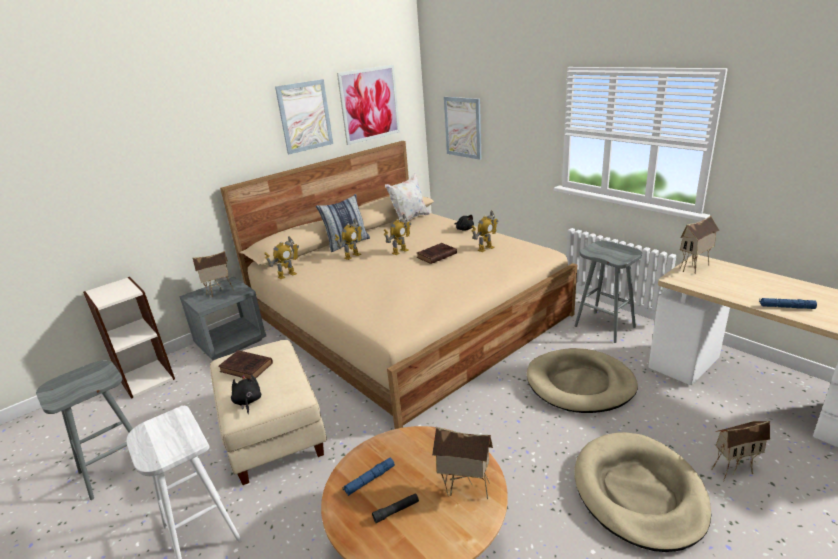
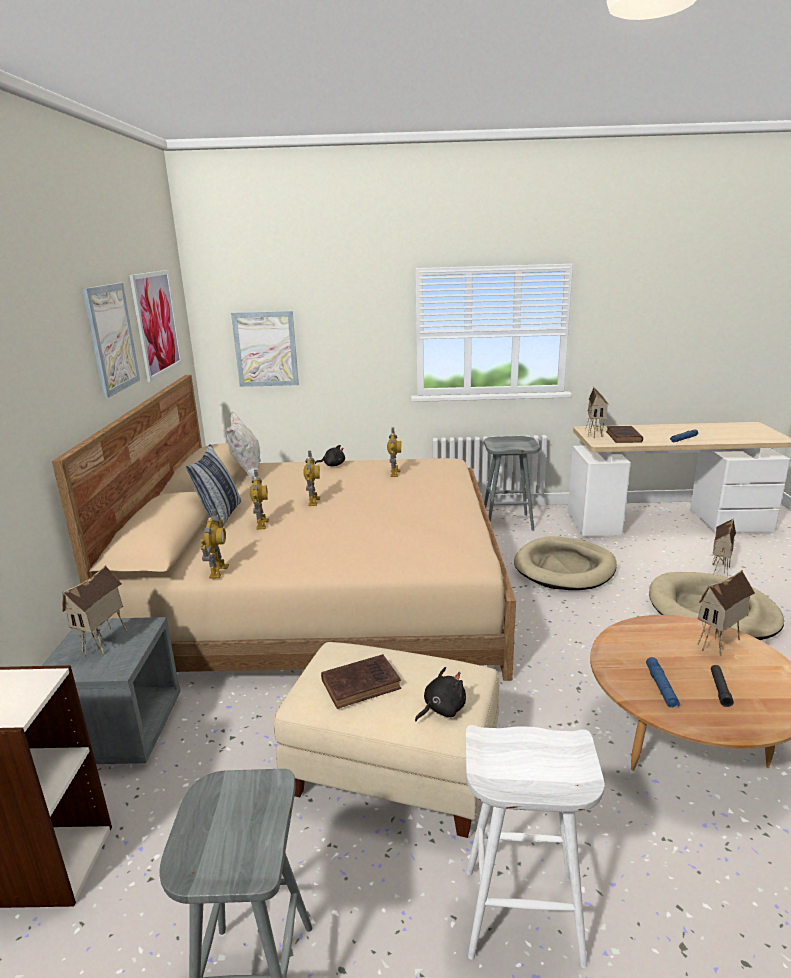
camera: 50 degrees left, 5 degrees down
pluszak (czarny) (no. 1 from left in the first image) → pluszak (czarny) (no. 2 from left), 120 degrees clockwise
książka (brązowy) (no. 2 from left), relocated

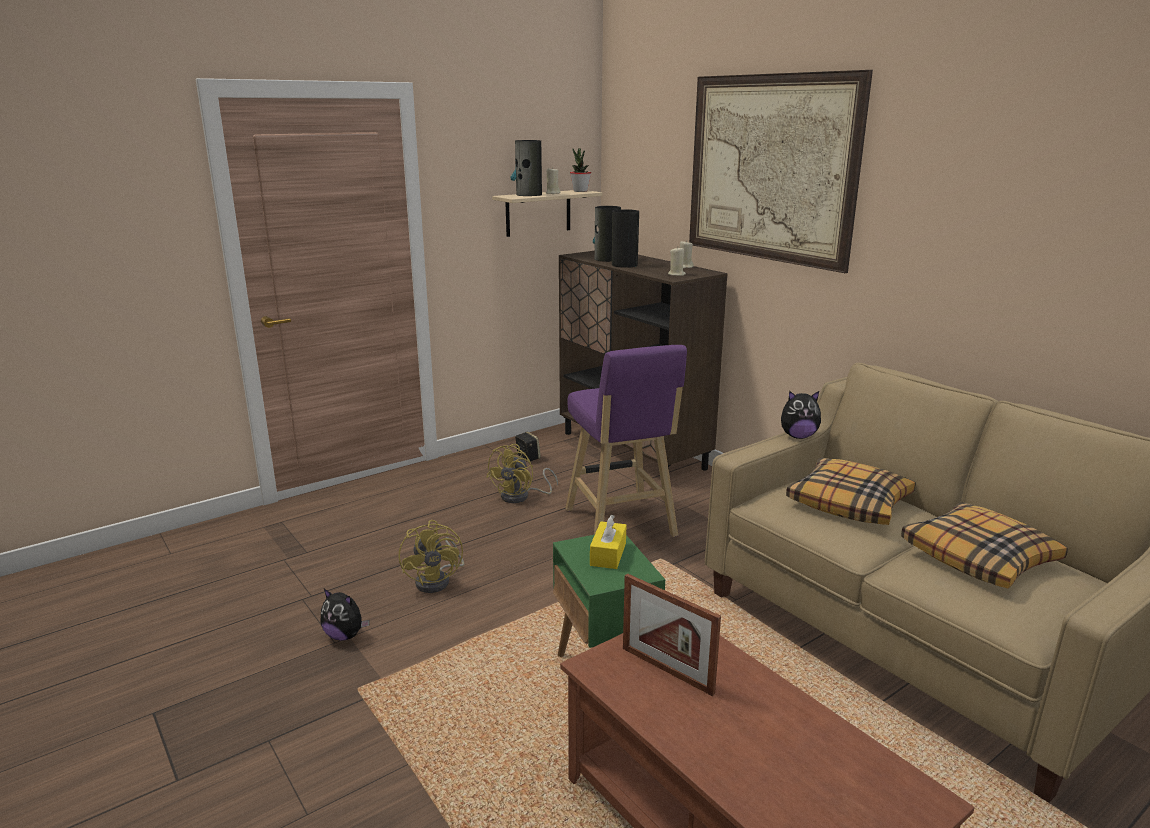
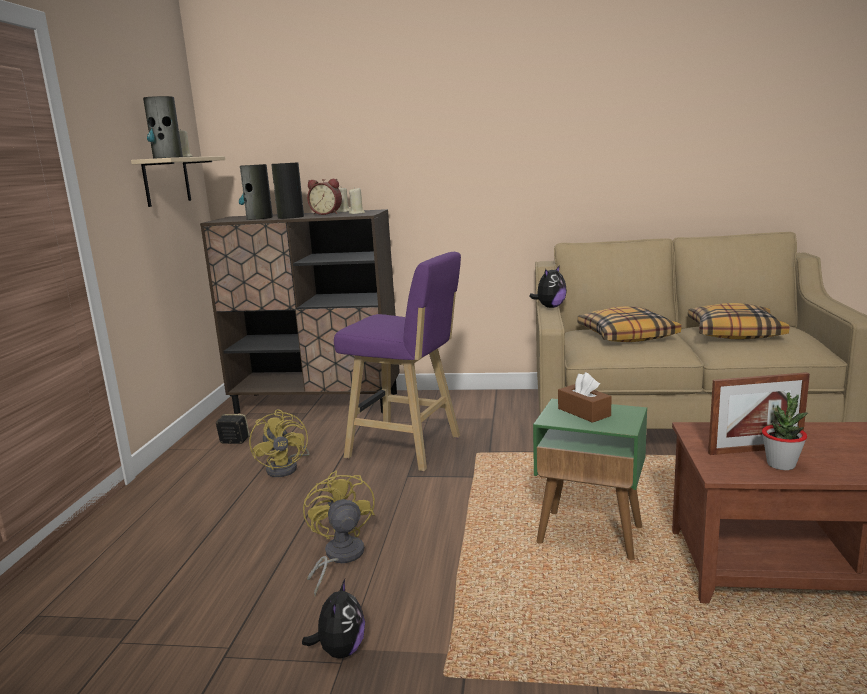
camera: 45 degrees left, 5 degrees down
pluszak (no. 1 from left), 60 degrees counterclockwise
wentylator (żółty) (no. 1 from left in the first image) → wentylator (żółty) (no. 2 from left), 135 degrees counterclockwise
- → budzik
pudełko chusteczek (żółty) → pudełko chusteczek (brązowy)
roślina doniczkowa, relocated
obraz → -

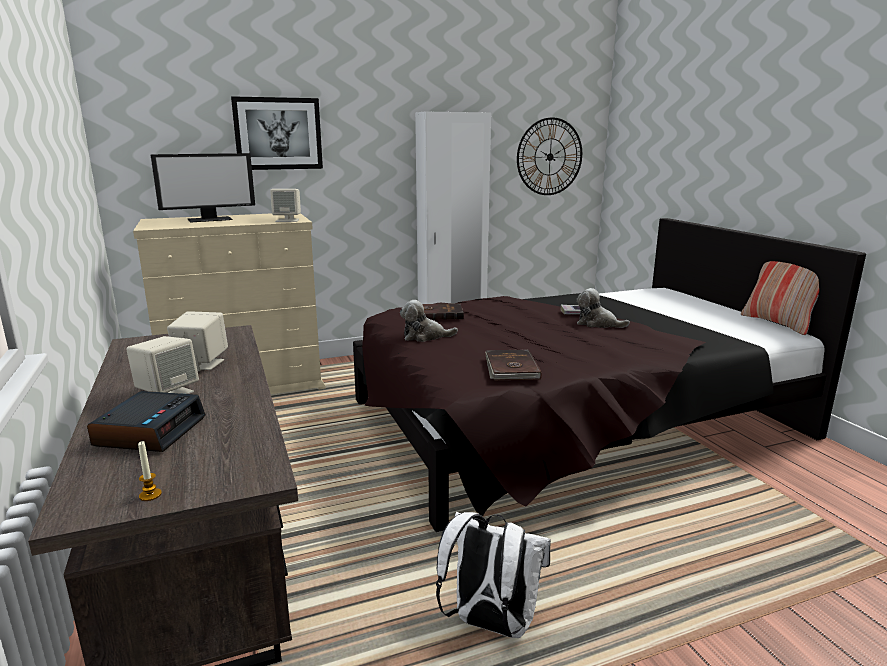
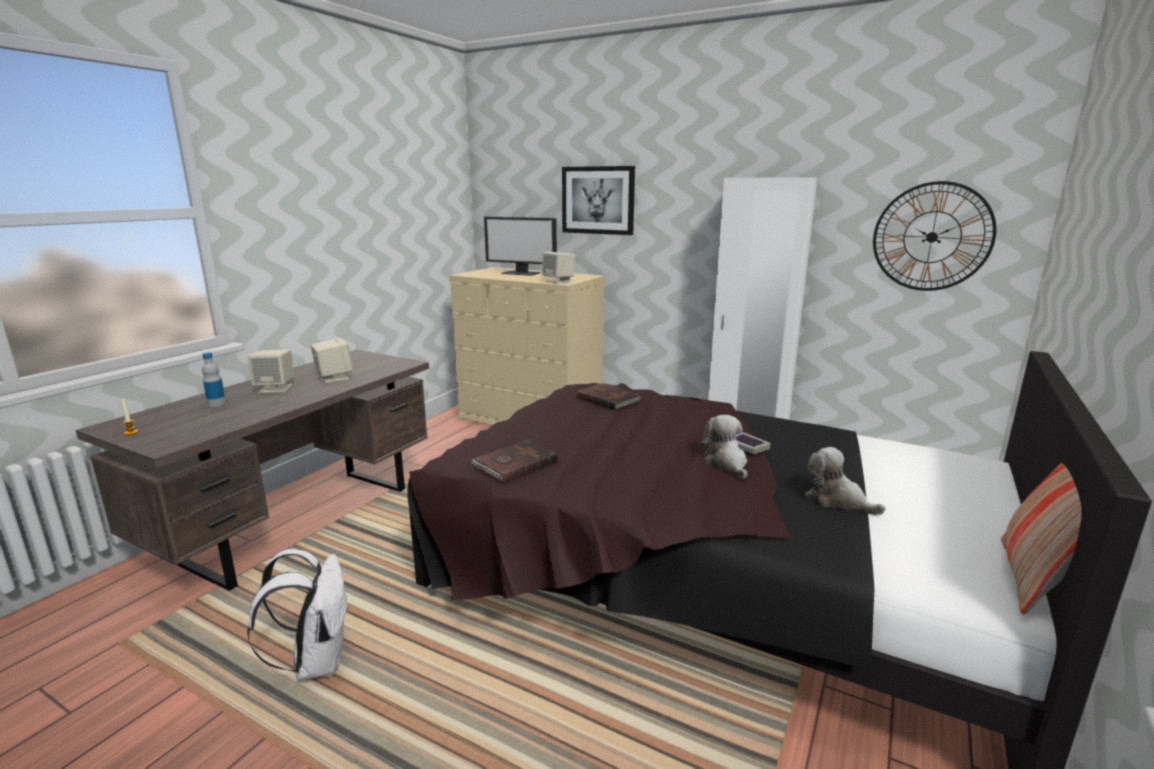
camera: 50 degrees right, 0 degrees up
budzik → butelka
pluszak (no. 1 from left in the first image) → pluszak (no. 2 from left), relocated

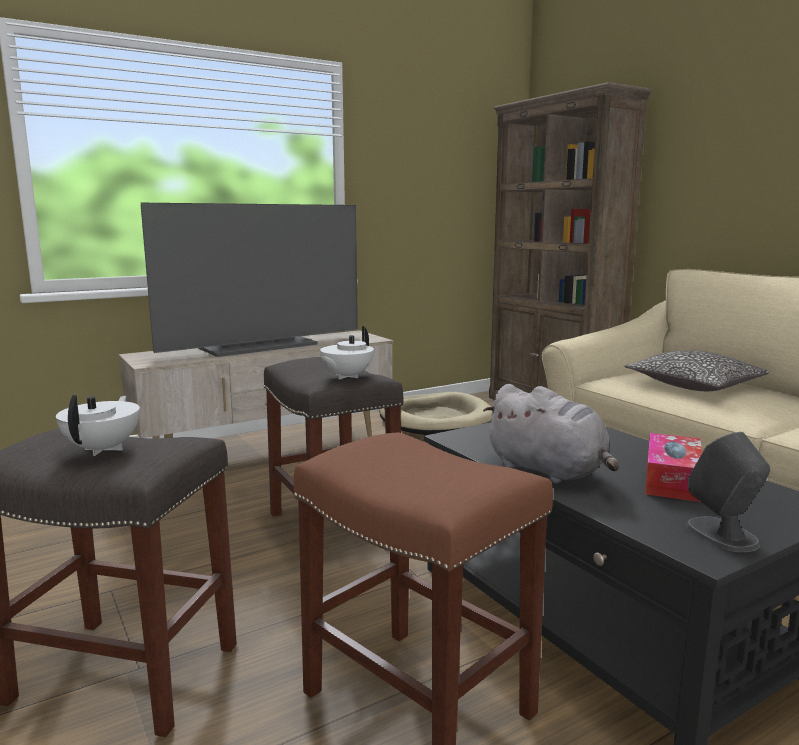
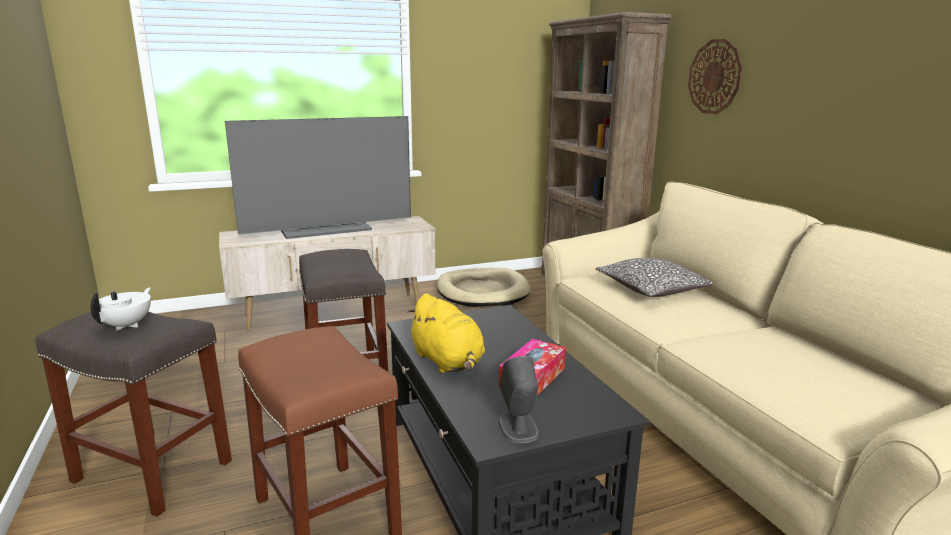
camera: 10 degrees right, 5 degrees up
pluszak (szary) → pluszak (żółty)
- → zegar ścienny
imbryk (biały) (no. 2 from left) → -

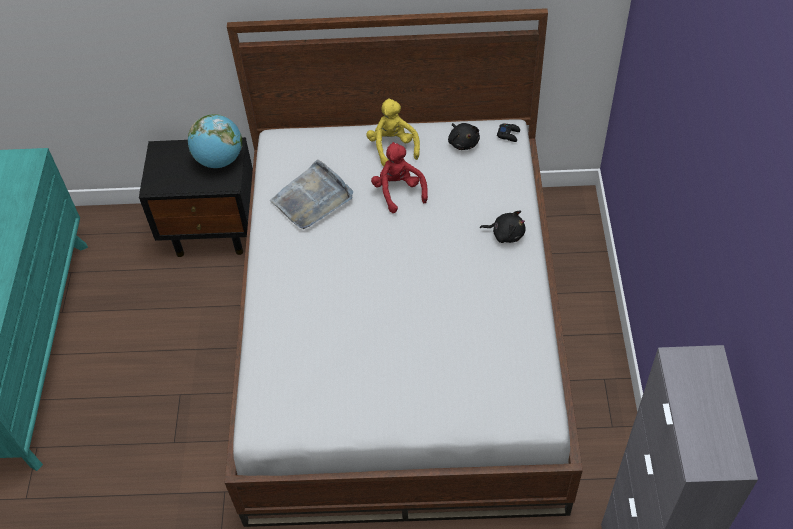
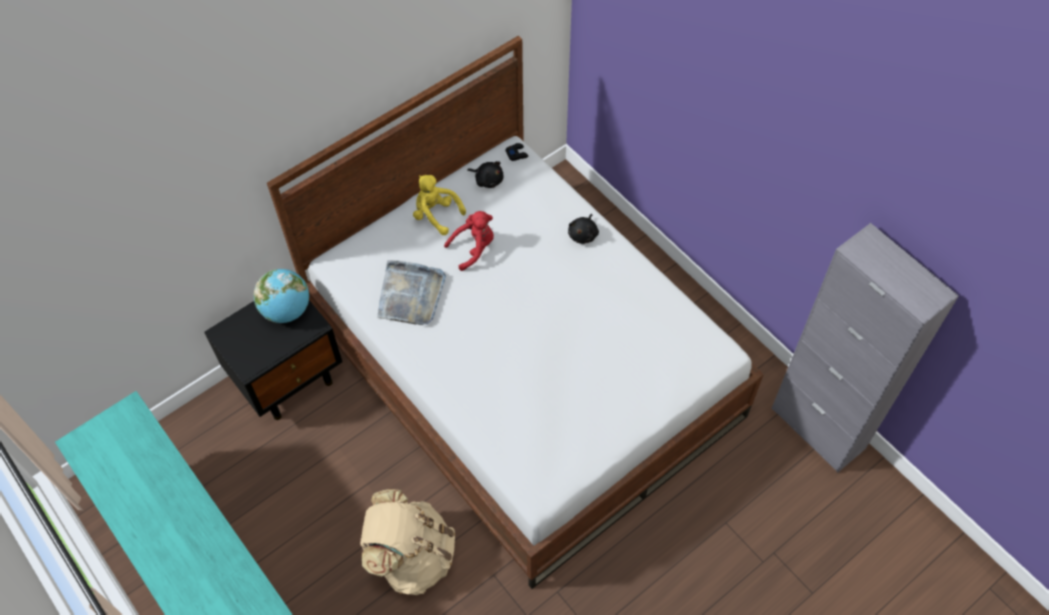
camera: 40 degrees left, 5 degrees up
- → plecak (beżowy)
pluszak (czerwony), 120 degrees clockwise
pluszak (czarny) (no. 2 from left), 135 degrees clockwise

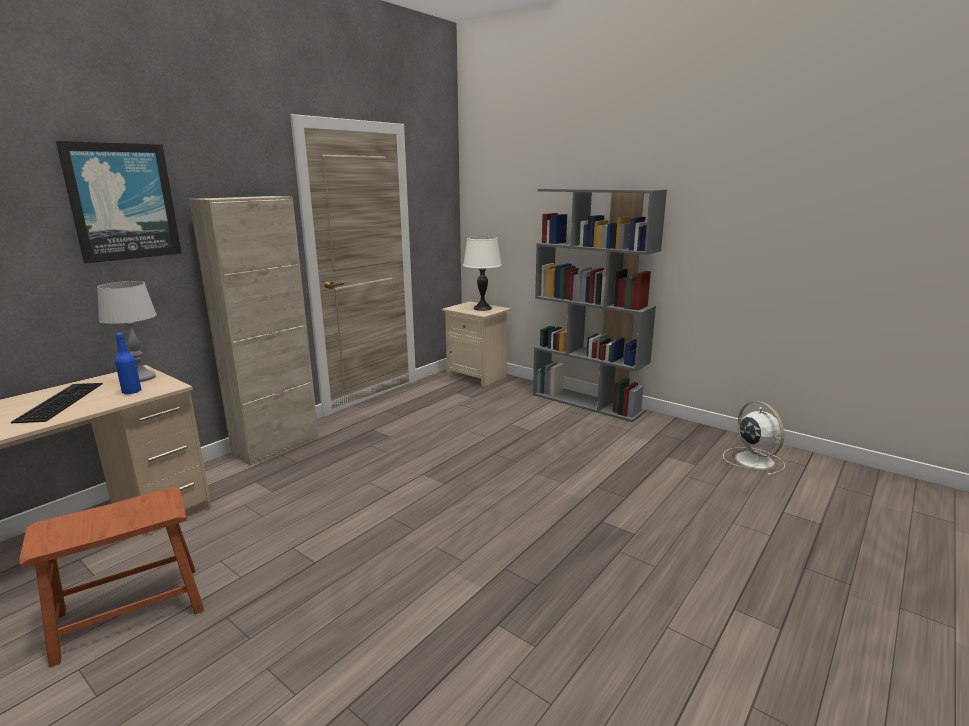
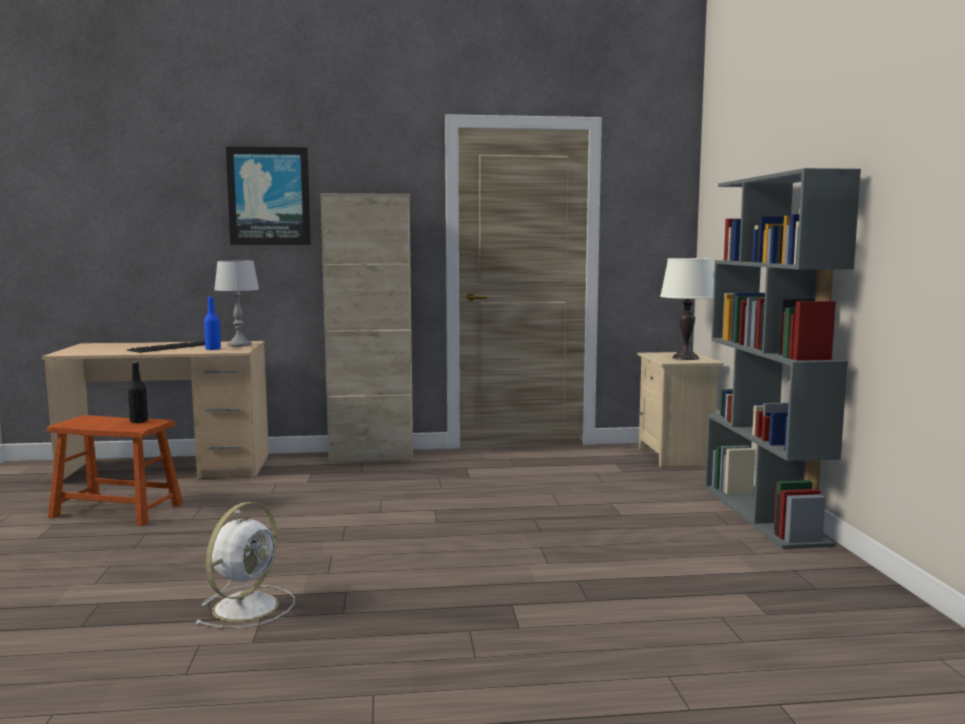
camera: 45 degrees right, 10 degrees down
- → butelka (czarny)
wentylator (biały), relocated

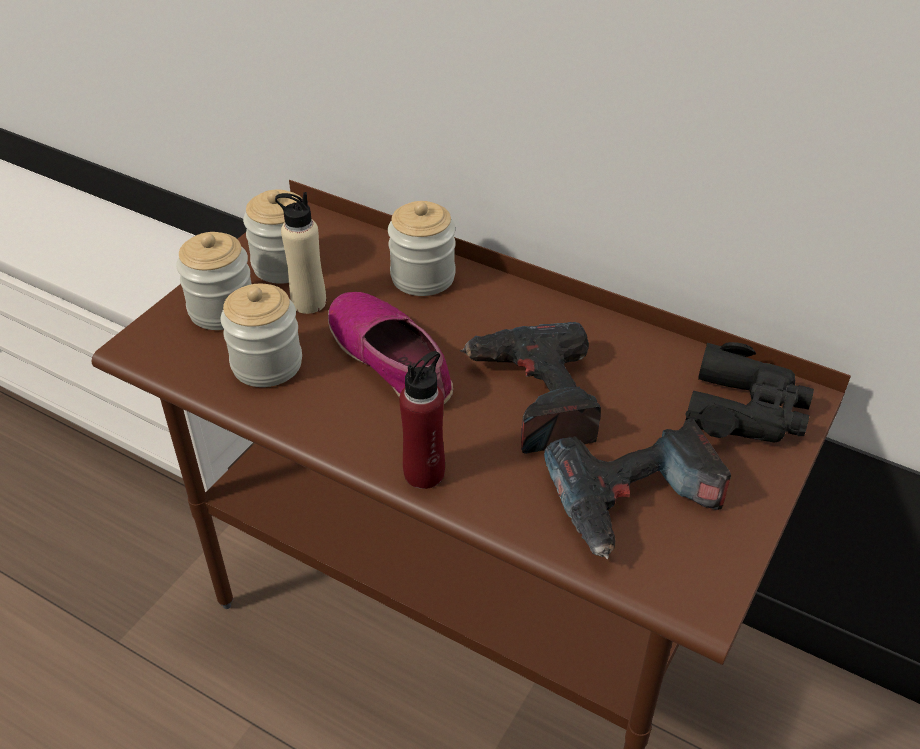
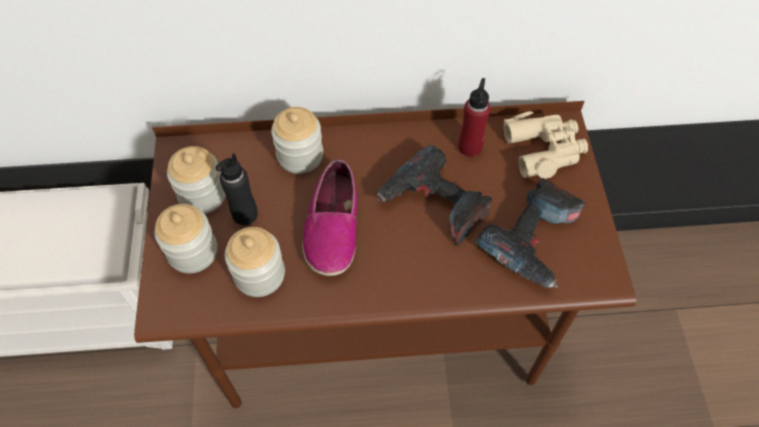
camera: 35 degrees left, 15 degrees up
butelka (beżowy) → butelka (czarny)
but, 105 degrees counterclockwise
butelka (czerwony), relocated
lornetka (czarny) → lornetka (beżowy)

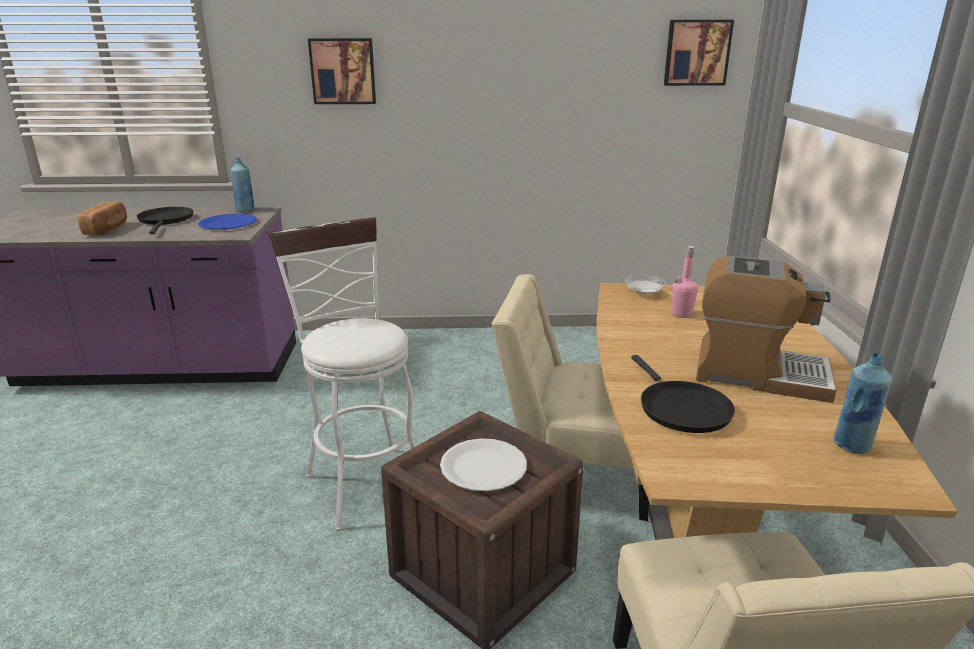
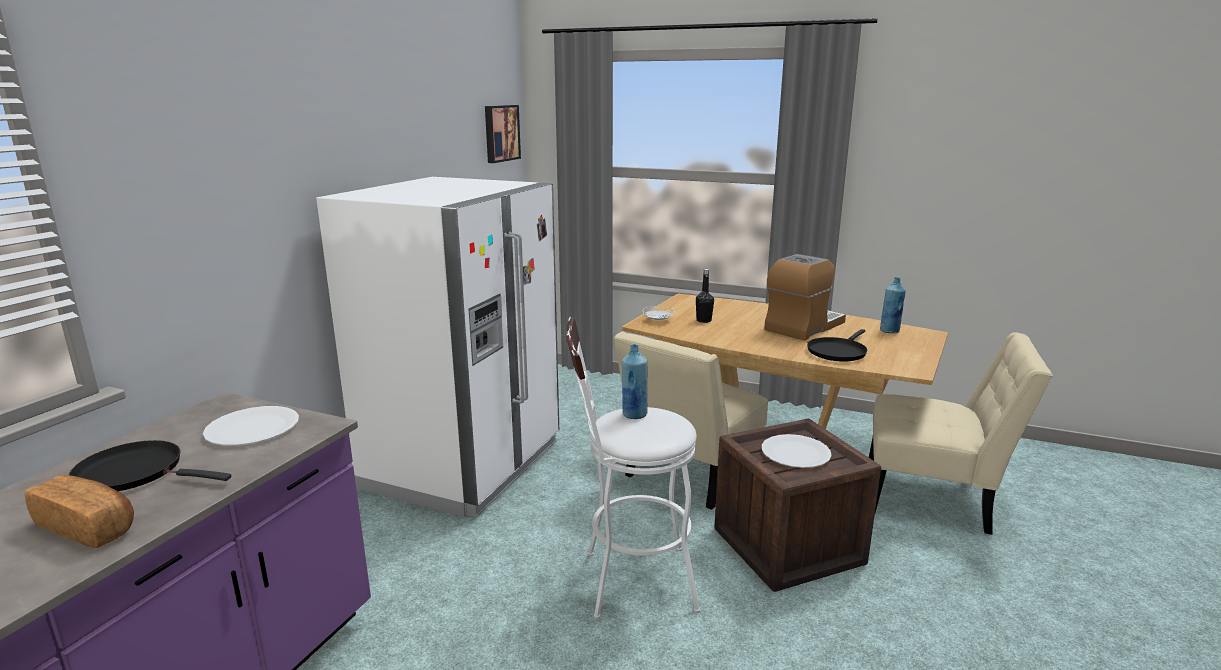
camera: 65 degrees left, 5 degrees down
talerz (niebieski) → talerz (biały) (no. 1 from left)
- → lodówka (biały)
butelka (niebieski) (no. 1 from left), relocated
butelka (różowy) → butelka (czarny)
patelnia (czarny) (no. 2 from left), 120 degrees clockwise
obraz (no. 1 from left) → -

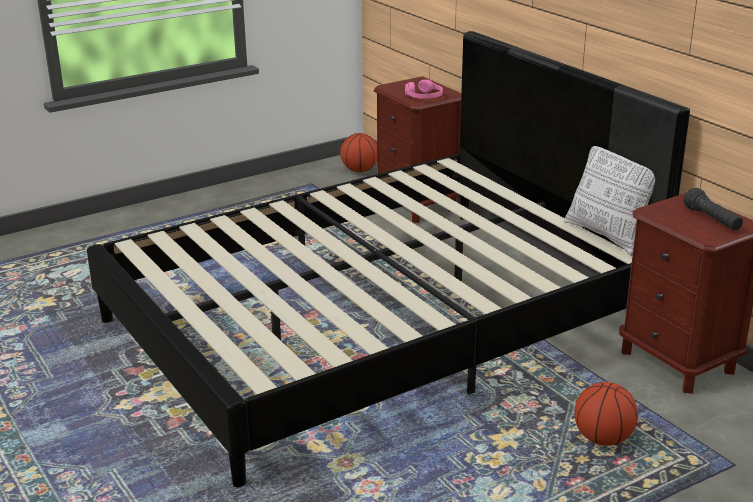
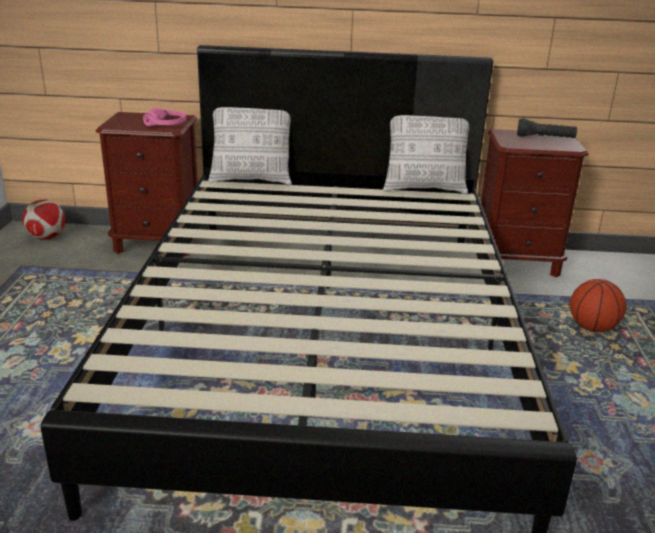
camera: 55 degrees left, 0 degrees up
piłka do koszykówki (no. 1 from left) → piłka futbolowa
- → poduszka (no. 1 from left)

